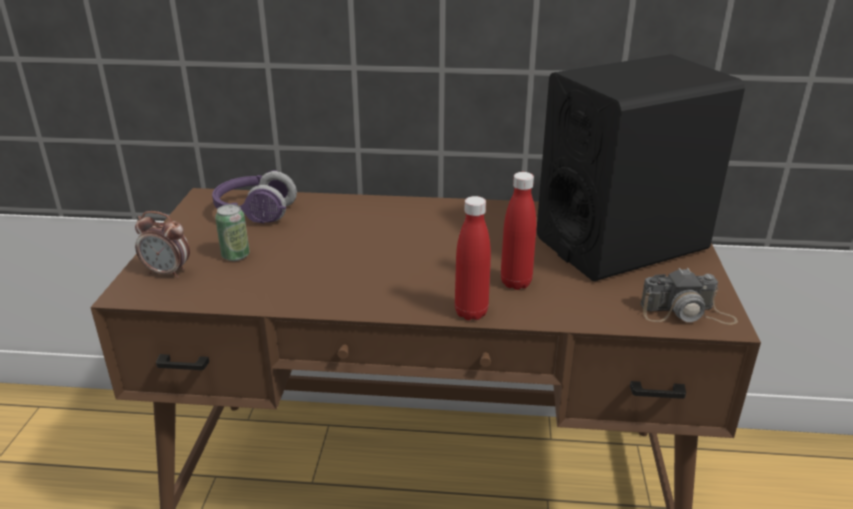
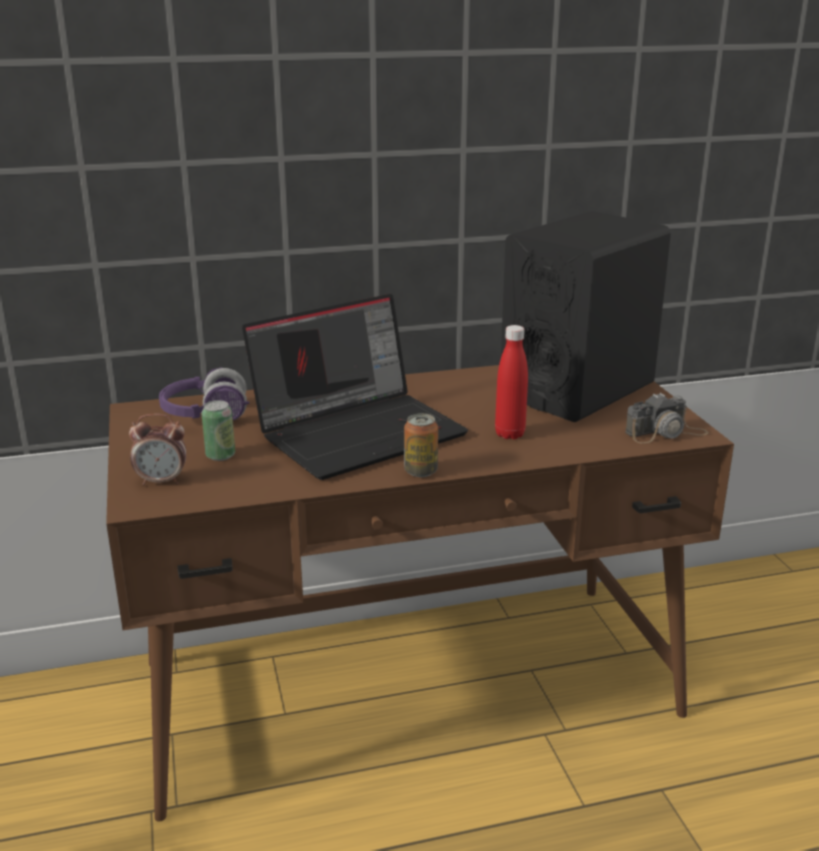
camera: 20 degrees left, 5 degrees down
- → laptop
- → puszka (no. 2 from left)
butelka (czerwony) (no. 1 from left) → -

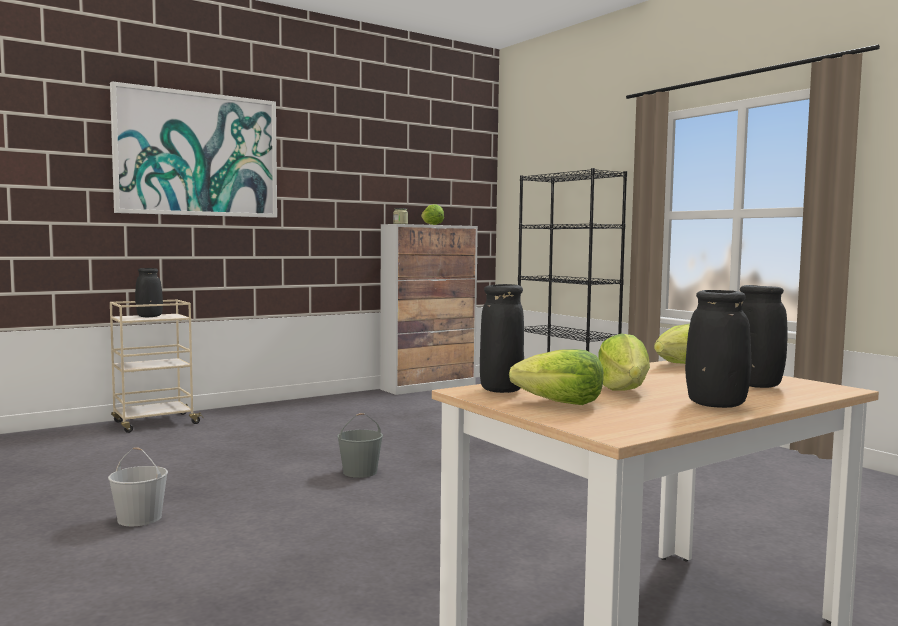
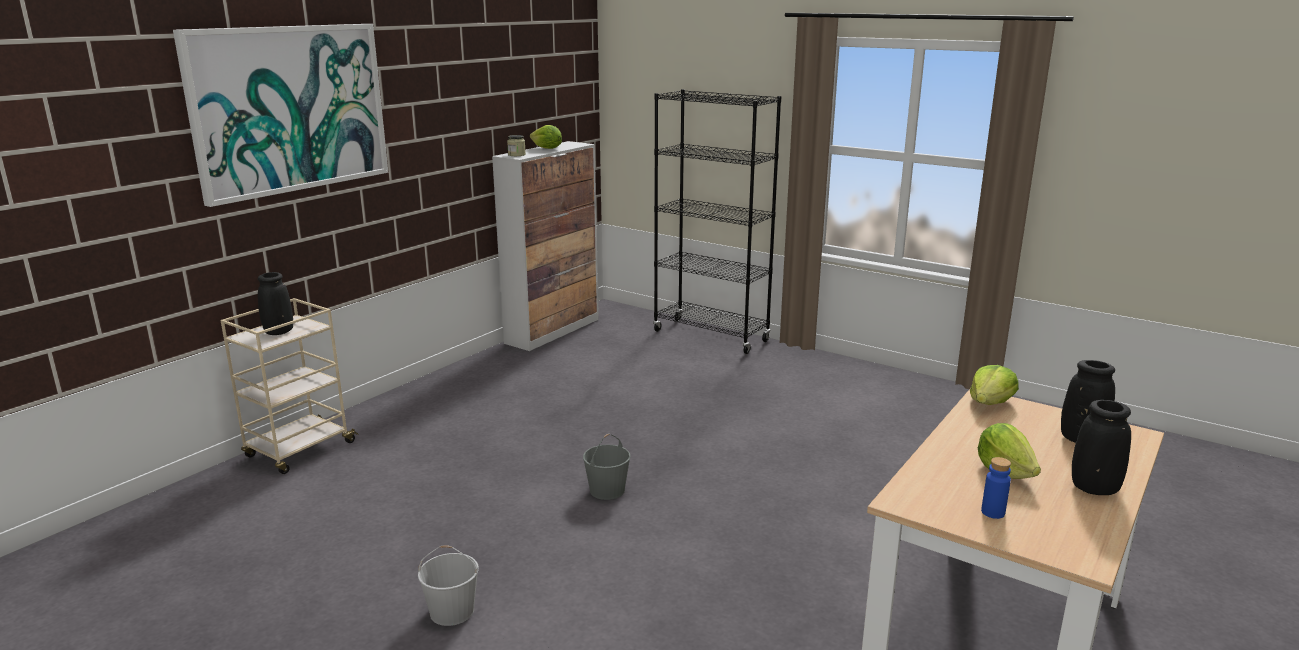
camera: 20 degrees left, 15 degrees up
sałata (no. 2 from left) → butelka (niebieski)
wazon (czarny) (no. 2 from left) → -

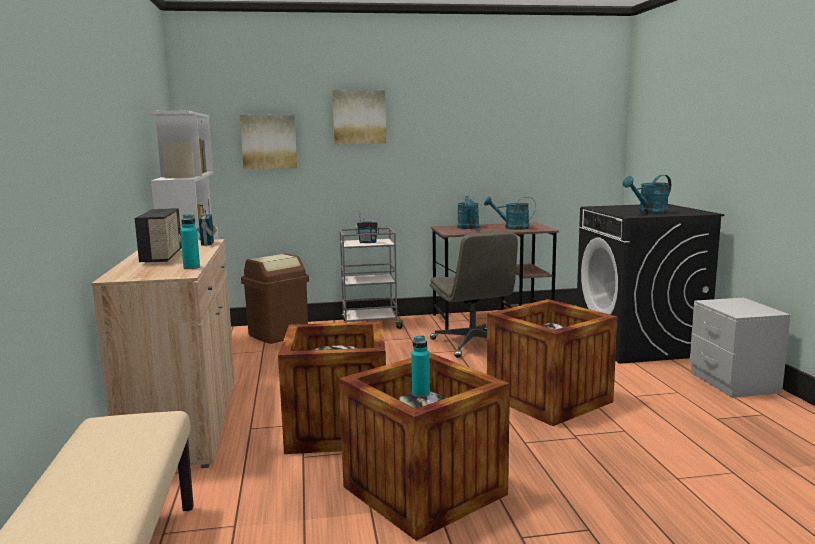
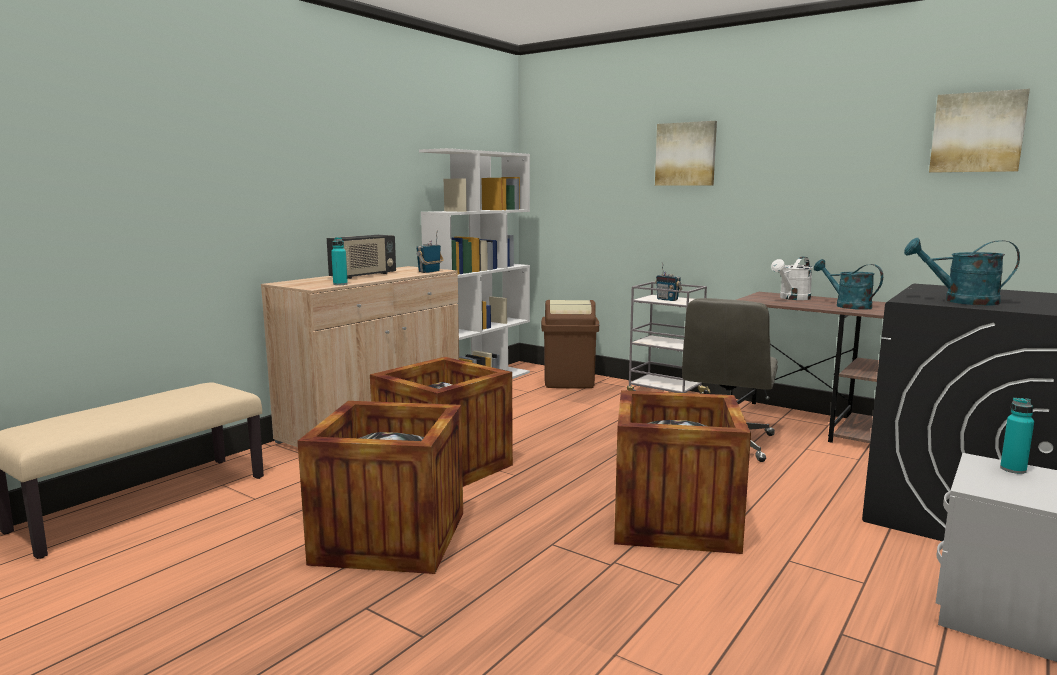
camera: 45 degrees right, 0 degrees up
konewka (turkusowy) (no. 1 from left) → konewka (biały)
obraz (no. 1 from left in the first image) → obraz (no. 2 from left), relocated
butelka (turkusowy) (no. 2 from left), relocated

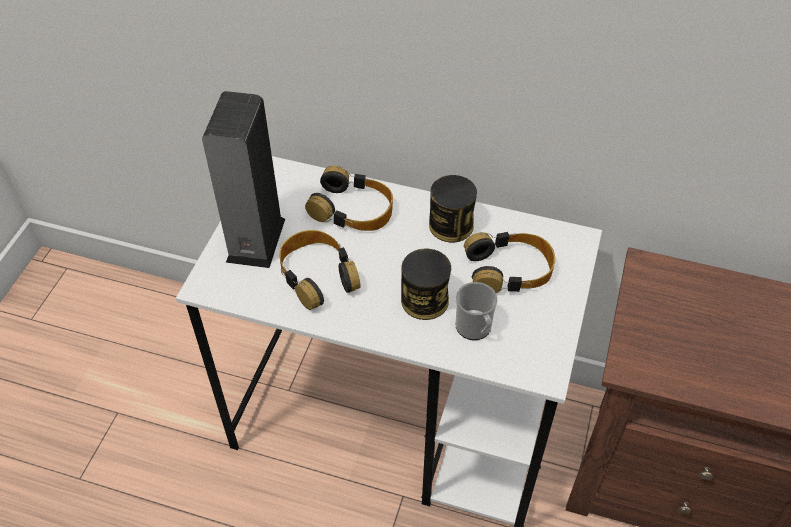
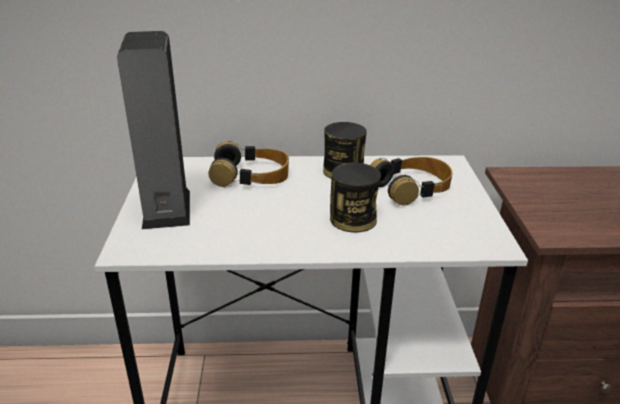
camera: 20 degrees left, 20 degrees down
słuchawki (no. 1 from left) → -
kubek → -

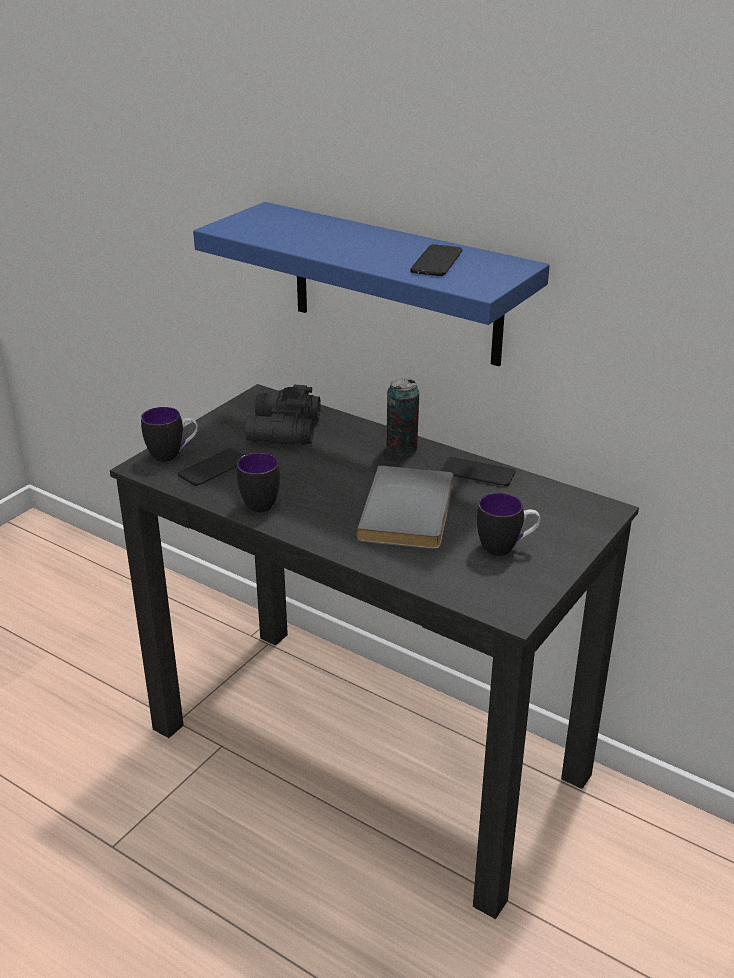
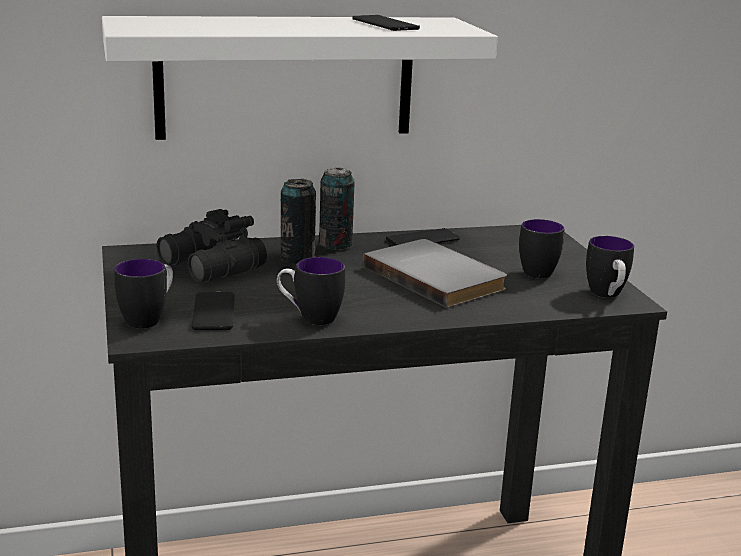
camera: 50 degrees left, 10 degrees down
półka (niebieski) → półka (biały)
- → puszka (no. 1 from left)
- → kubek (no. 4 from left)

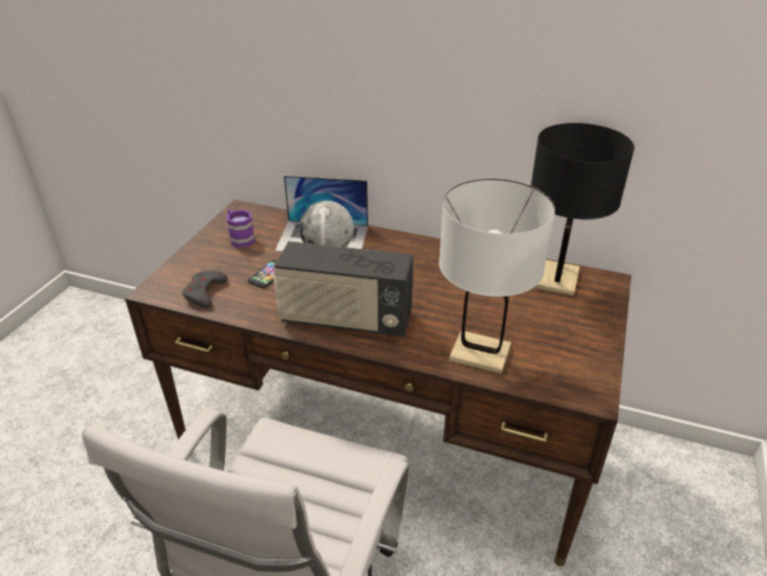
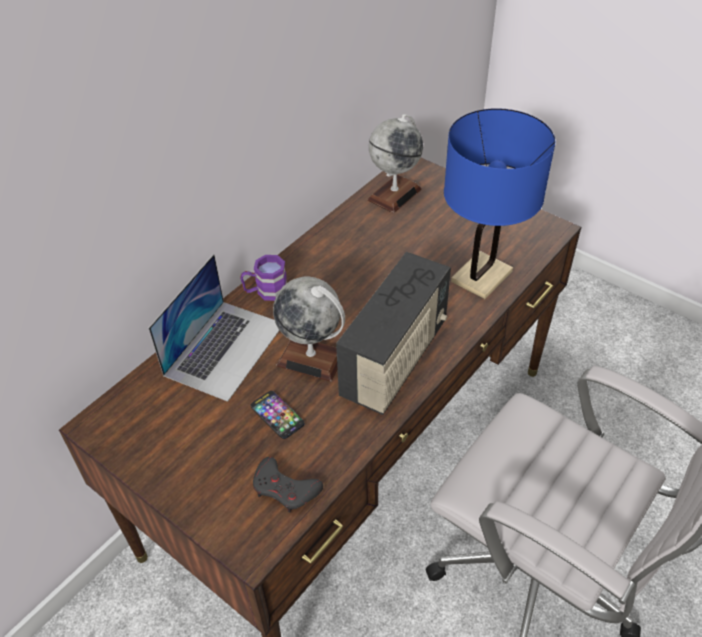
camera: 70 degrees left, 10 degrees up
kubek (fioletowy), relocated
lampa stołowa (czarny) → globus (no. 2 from left)
lampa stołowa (biały) → lampa stołowa (niebieski)

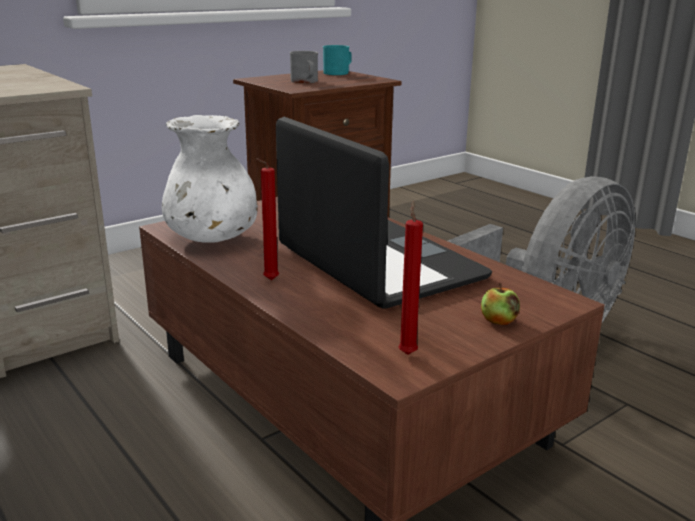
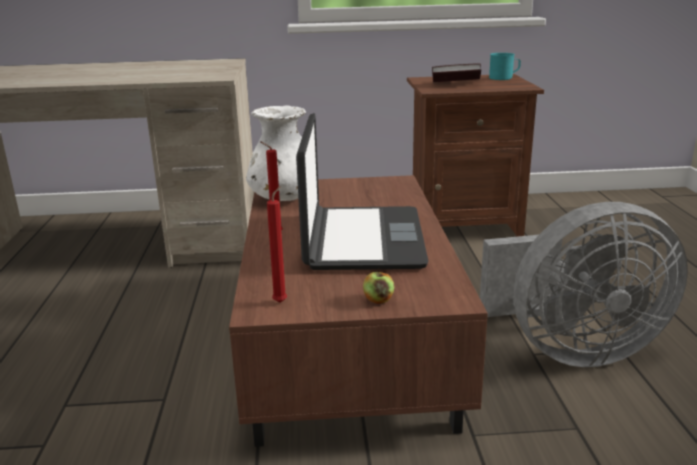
camera: 35 degrees right, 0 degrees up
kubek (szary) → książka

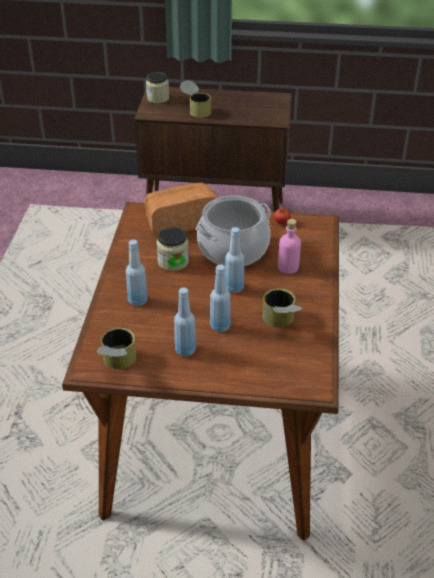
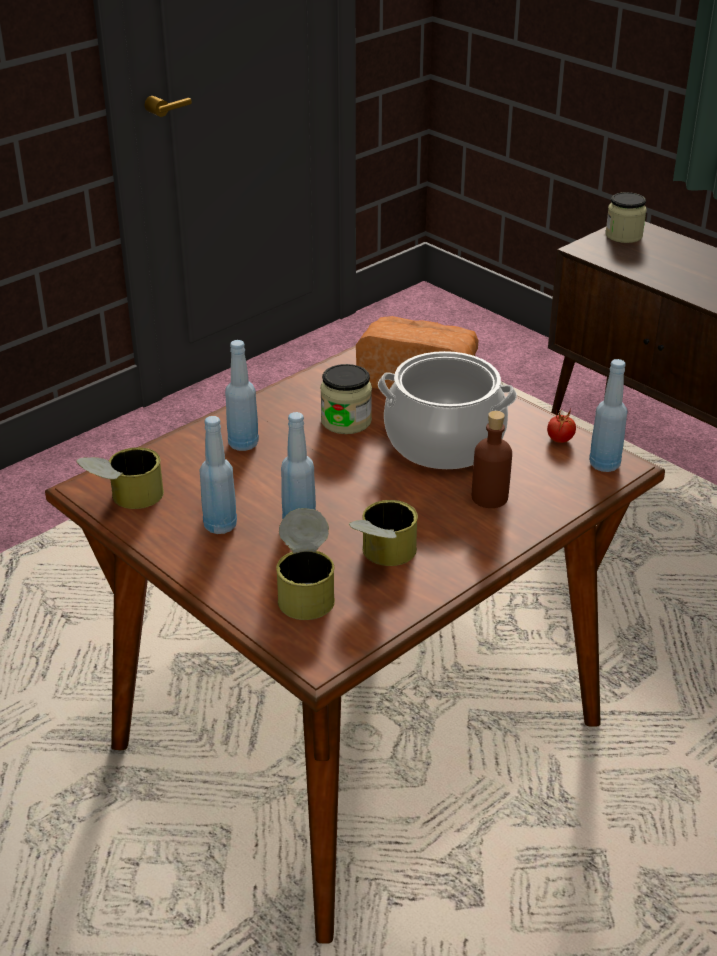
camera: 40 degrees right, 5 degrees down
puszka (no. 2 from left), relocated
butelka (różowy) → butelka (brązowy)
butelka (niebieski) (no. 4 from left), relocated

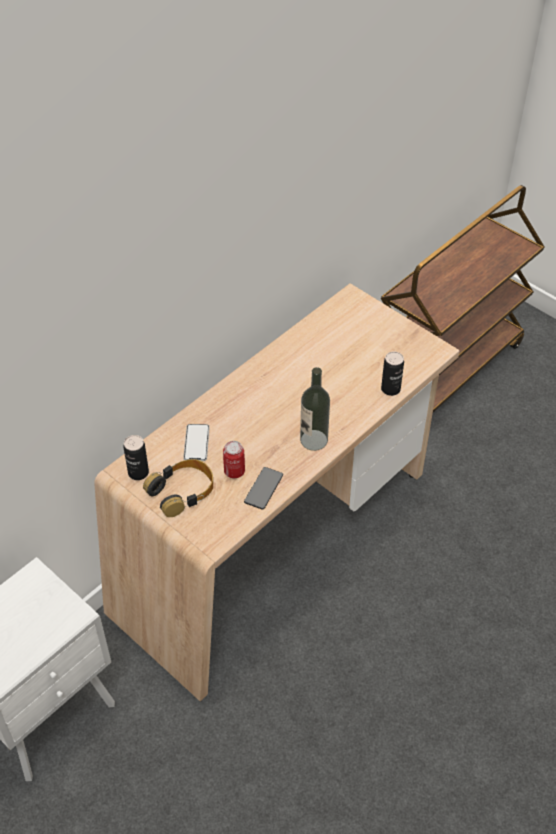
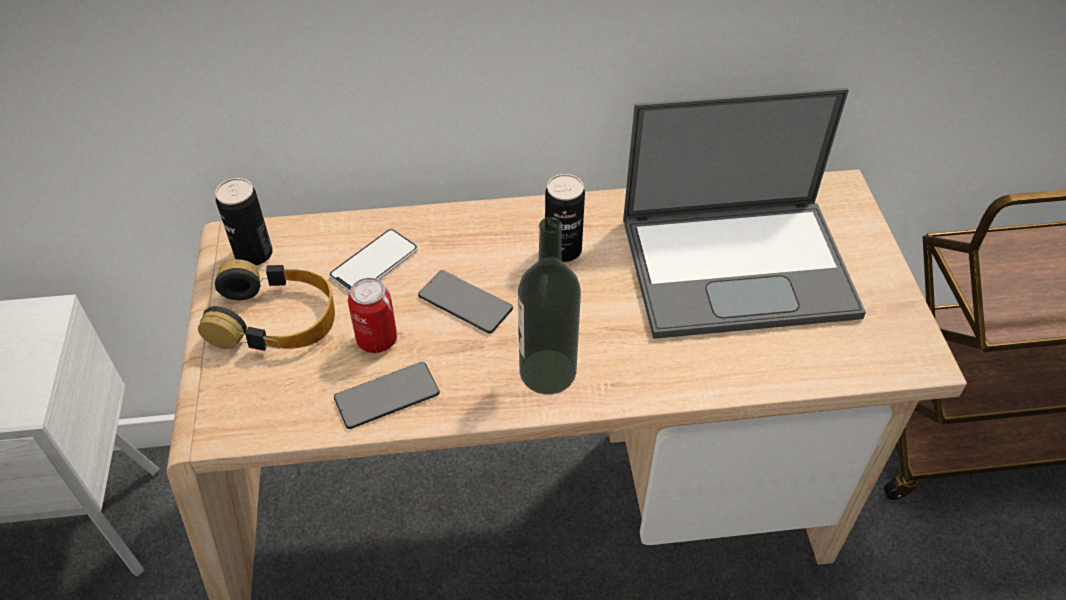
camera: 40 degrees right, 0 degrees up
- → telefon (no. 3 from left)
puszka (no. 3 from left), relocated
- → laptop

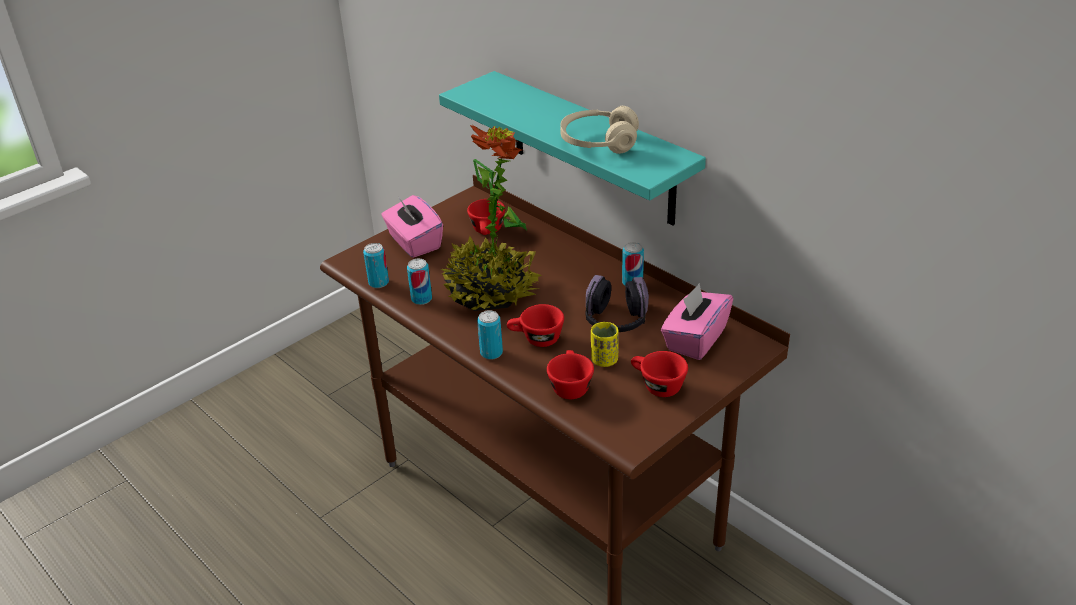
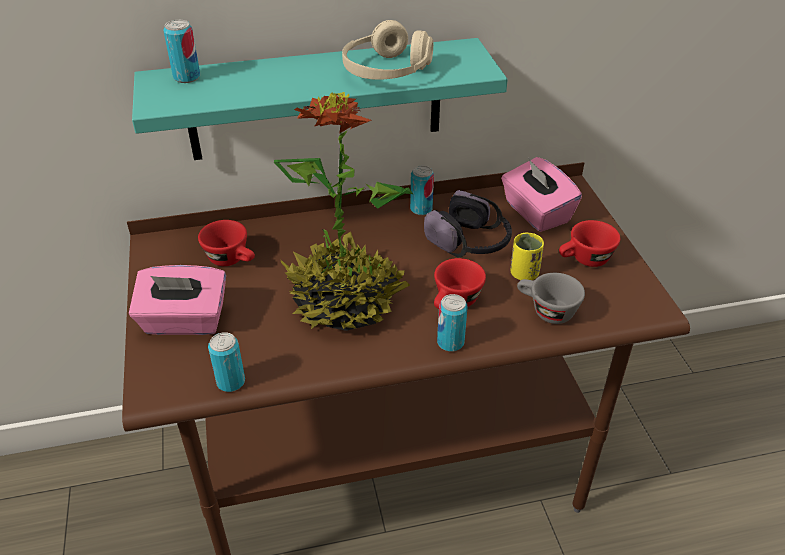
camera: 60 degrees left, 5 degrees up
puszka (no. 2 from left in the first image) → puszka (no. 1 from left), relocated
filiżanka (czerwony) (no. 3 from left) → filiżanka (szary)

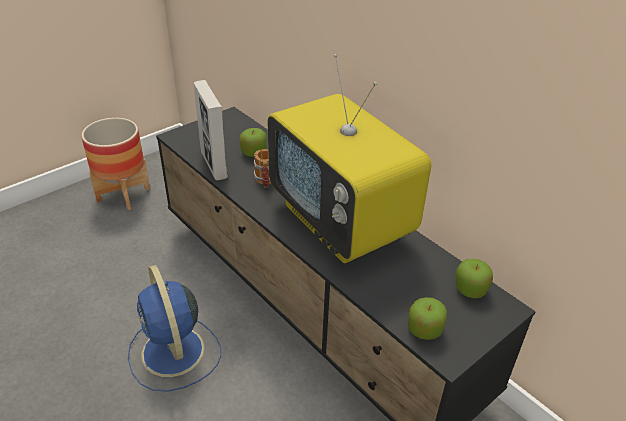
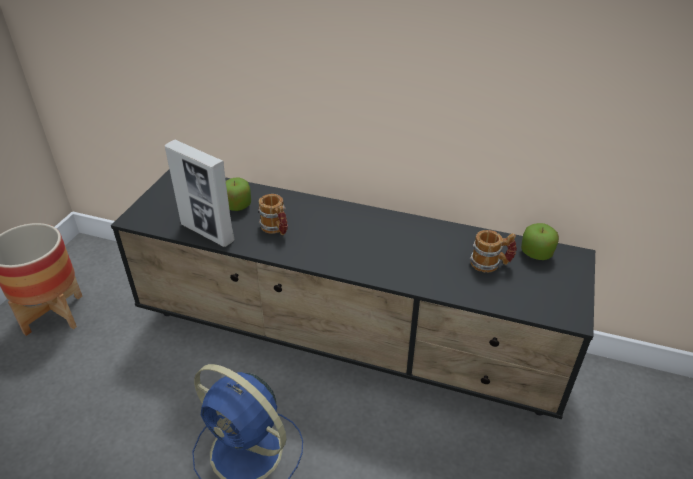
camera: 30 degrees left, 0 degrees up
- → kubek (no. 2 from left)
telewizor → -
jabłko (no. 2 from left) → -

